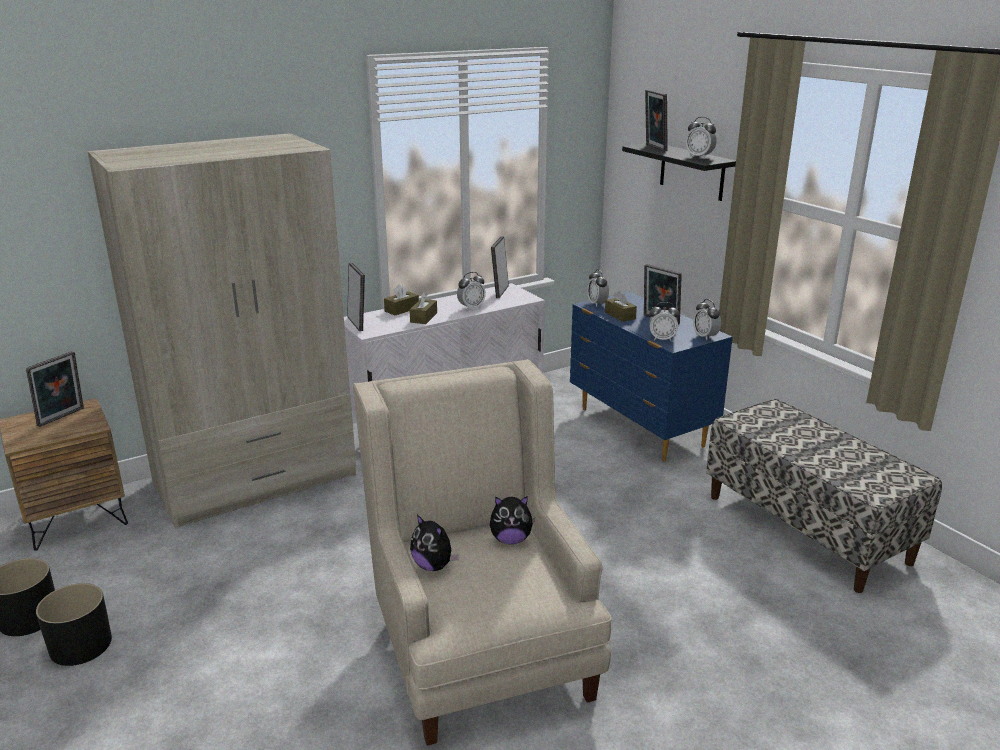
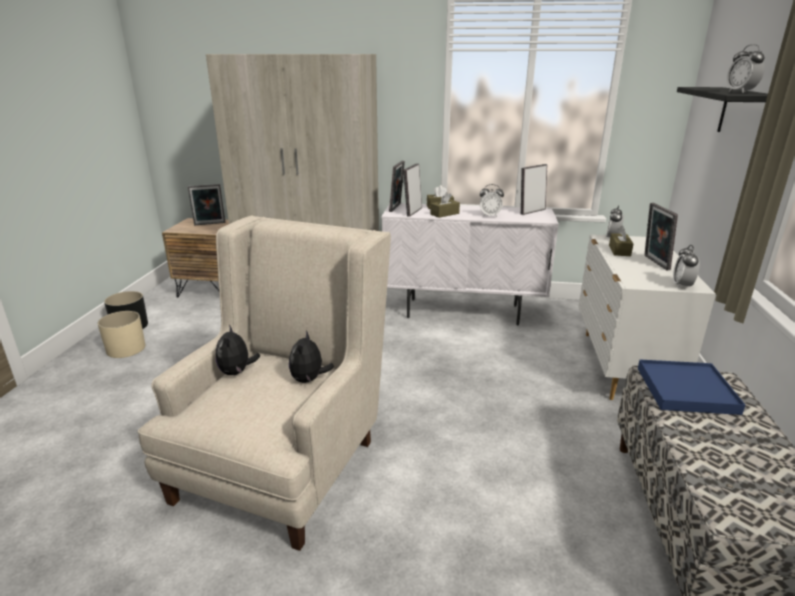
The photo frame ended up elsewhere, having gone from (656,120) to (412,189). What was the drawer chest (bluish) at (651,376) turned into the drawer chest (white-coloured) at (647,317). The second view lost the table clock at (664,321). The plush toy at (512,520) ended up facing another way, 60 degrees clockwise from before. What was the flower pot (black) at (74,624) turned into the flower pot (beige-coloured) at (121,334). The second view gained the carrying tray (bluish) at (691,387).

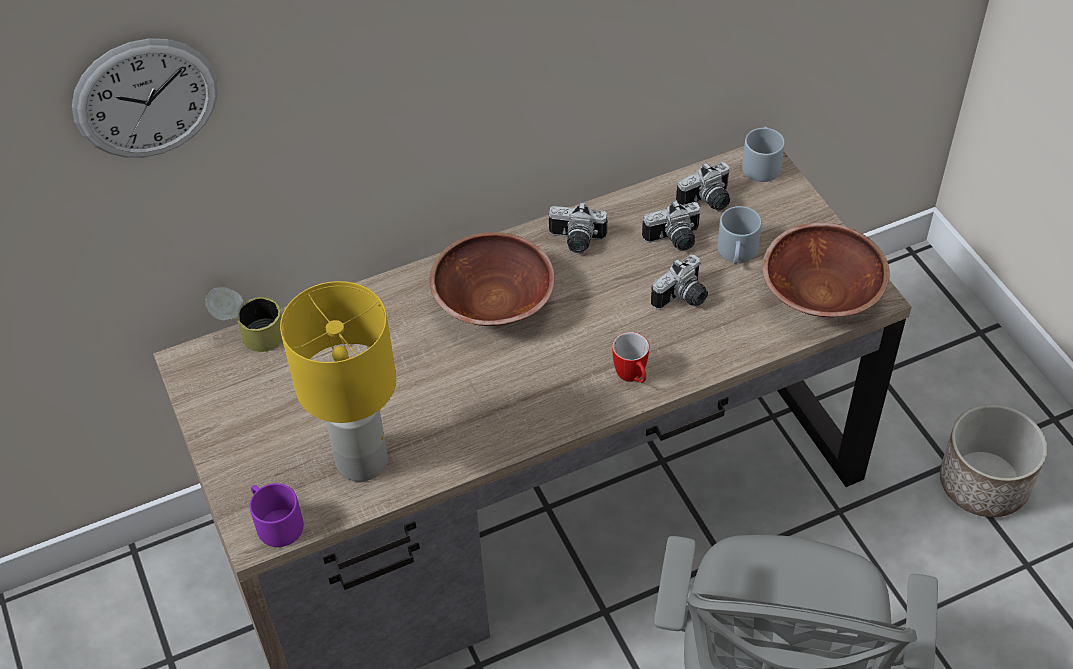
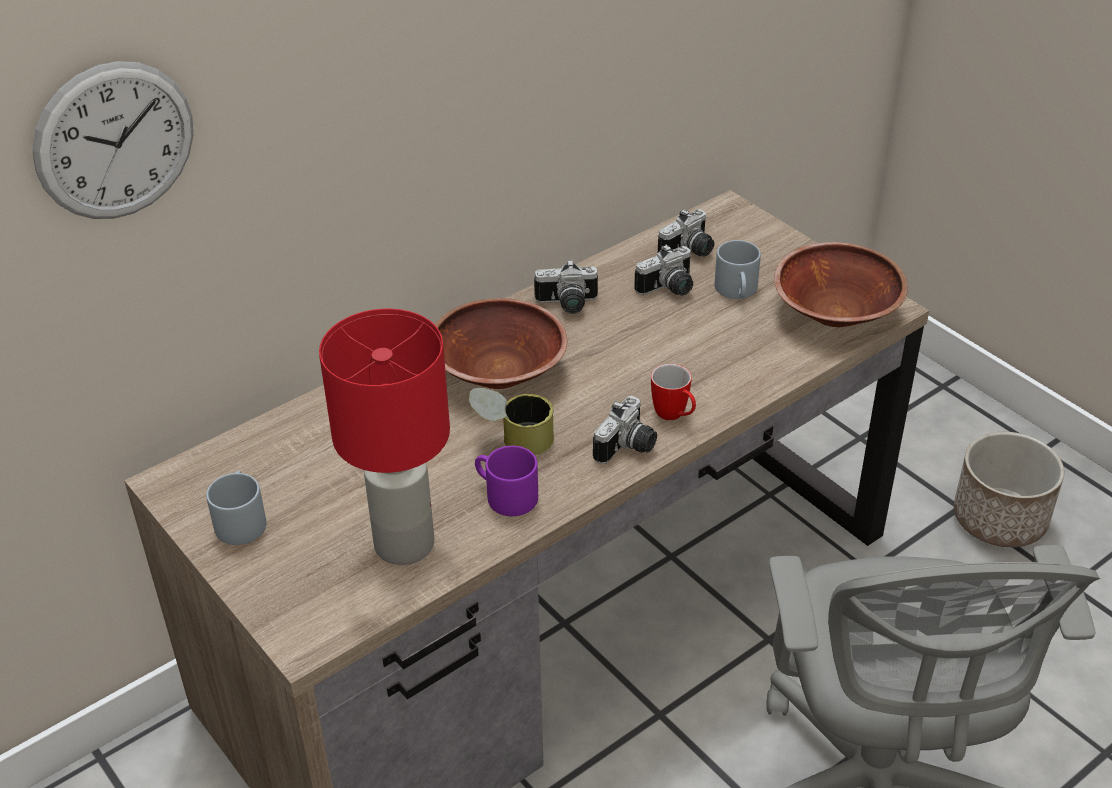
The mug (greyish) ended up elsewhere, having gone from (763,154) to (236,508). The photo camera ended up elsewhere, having gone from (679,282) to (625,430). What was the tabletop lamp (yellow-coloured) at (338,381) turned into the tabletop lamp (red) at (384,437). The metal can ended up elsewhere, having gone from (244,319) to (511,421). The mug (purple) ended up elsewhere, having gone from (277,515) to (506,481).

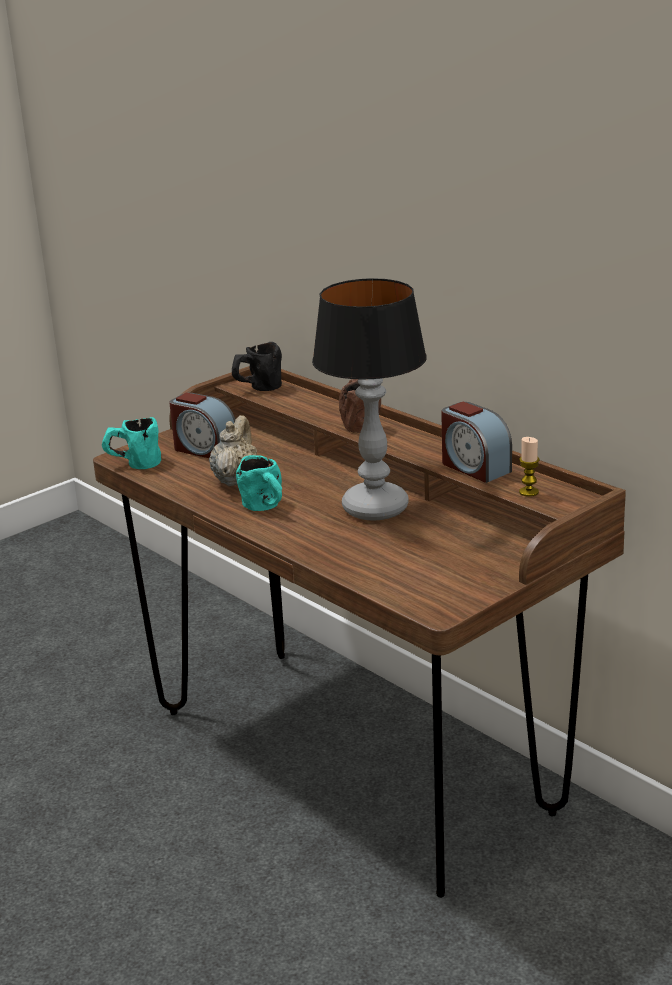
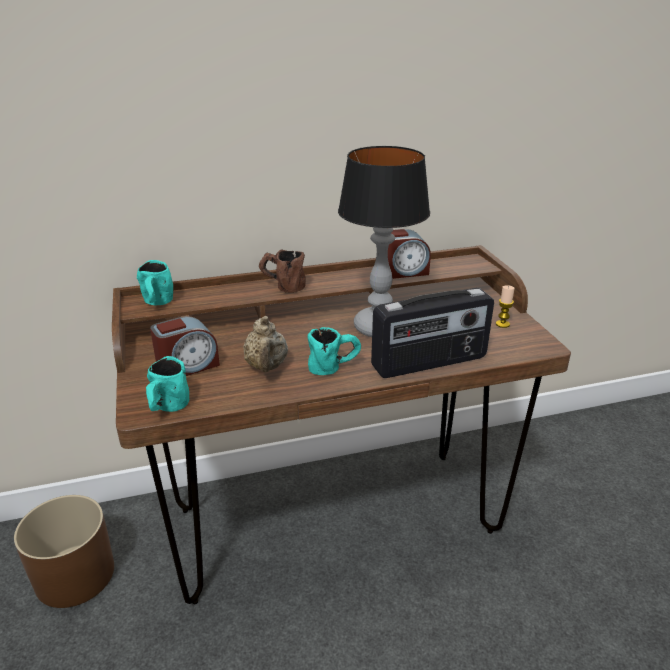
What was the mug (black) at (257,366) turned into the mug (turquoise) at (155,282). The tea pot (beige-coloured) at (233,450) ended up facing another way, 135 degrees counterclockwise from before. The candle ended up elsewhere, having gone from (529,467) to (505,306). The second view gained the radio at (432,333). The second view gained the flower pot (brown-coloured) at (64,551).

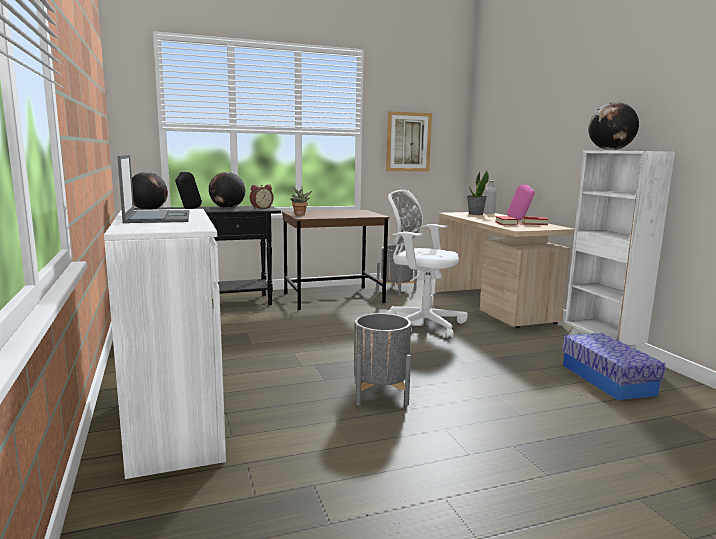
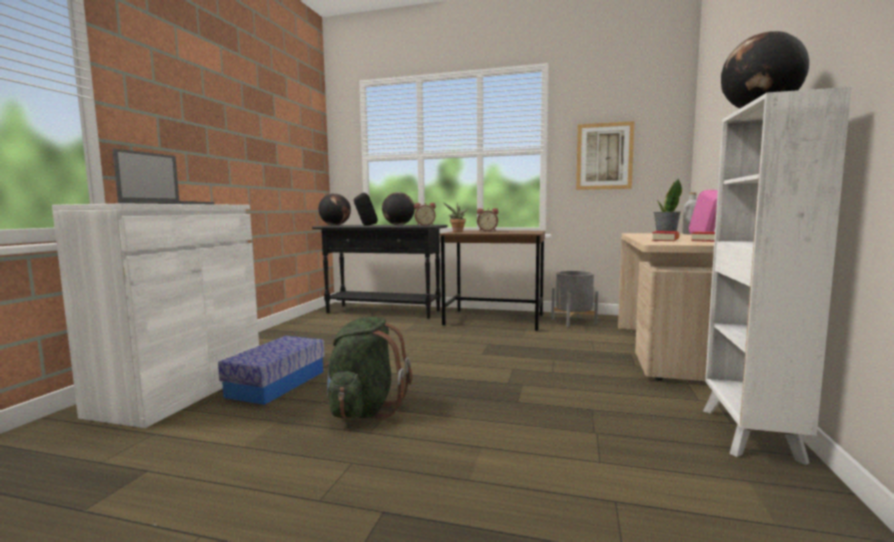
The second view lost the office chair (white-coloured) at (427,264). Where the flower pot (greyish) stood at (382,359), the knapsack (green) came to stand at (368,368). The storage container ended up elsewhere, having gone from (614,366) to (271,370). The second view gained the table clock at (487,219).

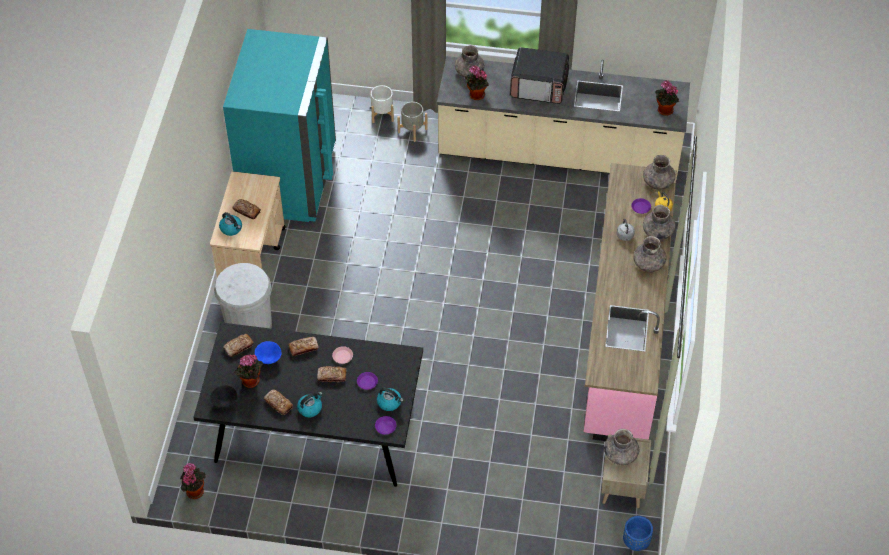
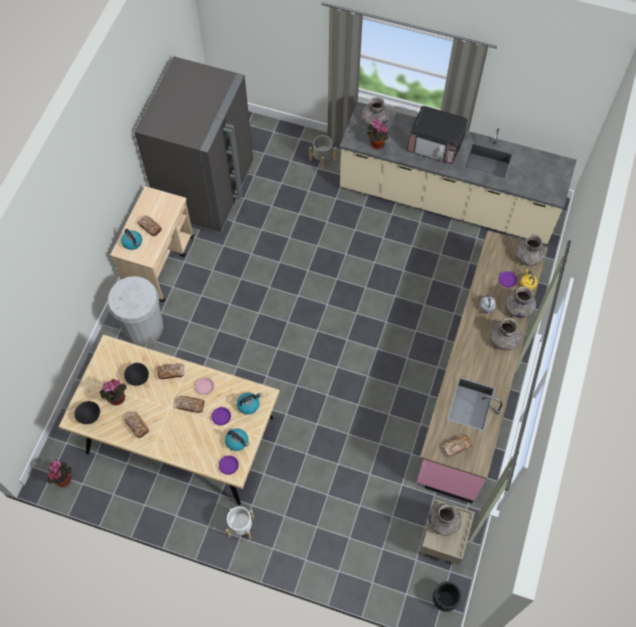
What was the refrigerator (turquoise) at (279,125) turned into the refrigerator (greyish) at (193,145). The second view lost the potted plant at (667,98). The flower pot (white-coloured) ended up elsewhere, having gone from (382,104) to (240,523). What was the kitchen table (black) at (308,404) turned into the kitchen table (beige-coloured) at (169,419). The bread ended up elsewhere, having gone from (238,345) to (457,445). What was the deep dish (bluish) at (268,352) turned into the deep dish (black) at (136,374). The tea kettle ended up elsewhere, having gone from (310,404) to (249,403). What was the flower pot (bluish) at (638,533) turned into the flower pot (black) at (447,596).

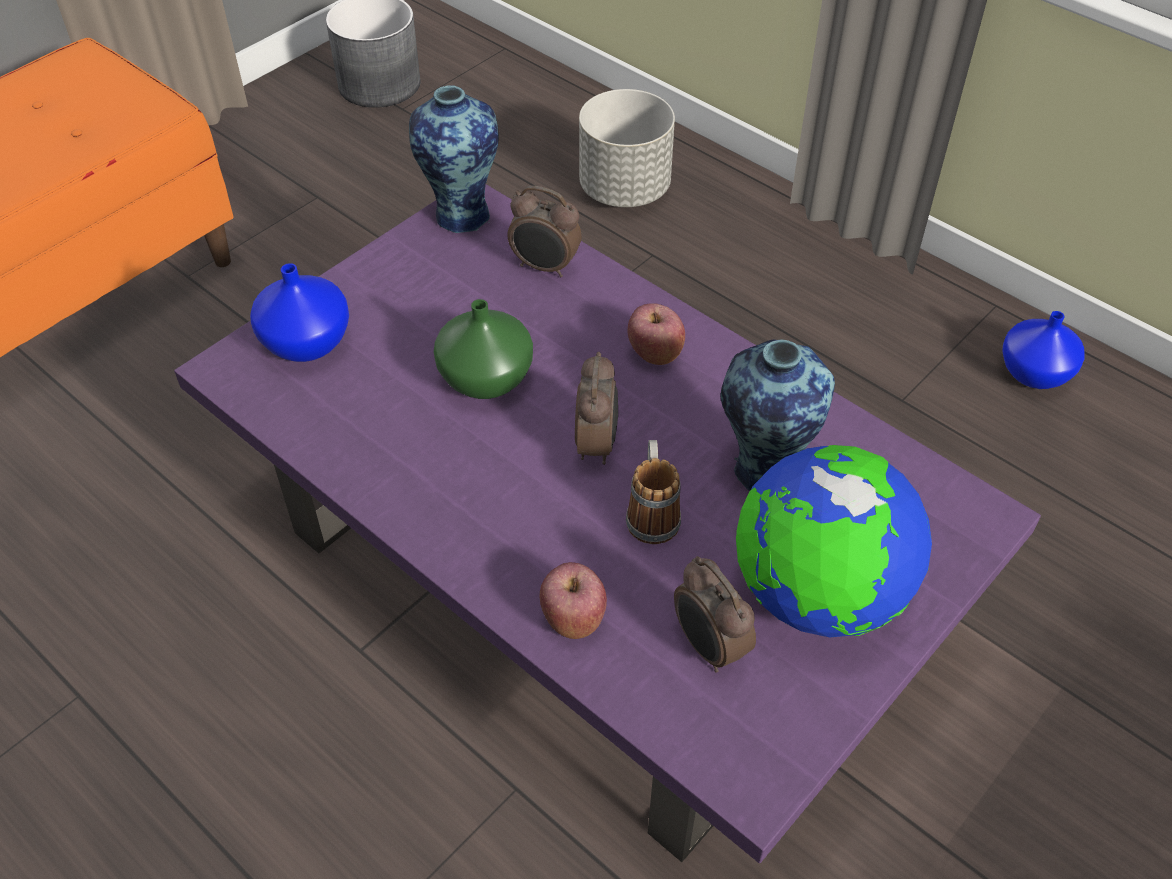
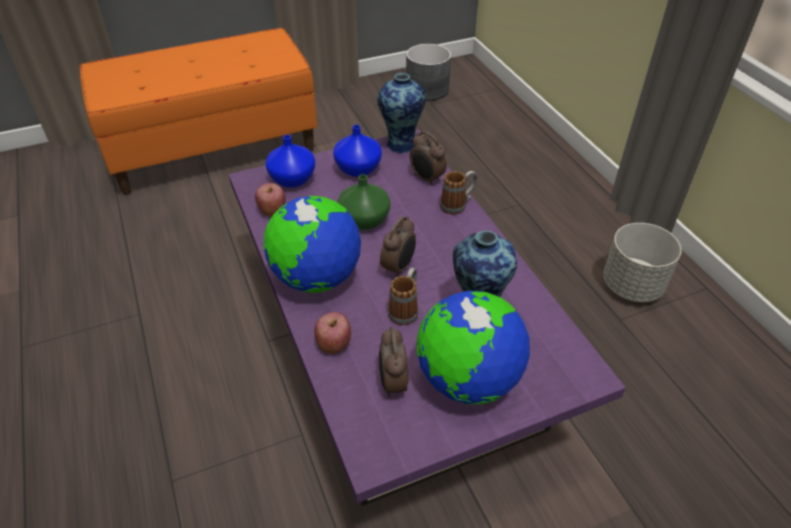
The flower pot (greyish) ended up elsewhere, having gone from (627,148) to (642,262). The apple fruit ended up elsewhere, having gone from (656,334) to (270,200). The flower vase (bluish) ended up elsewhere, having gone from (1043,350) to (357,151). The second view gained the mug at (459,192). The second view gained the globe at (312,244).

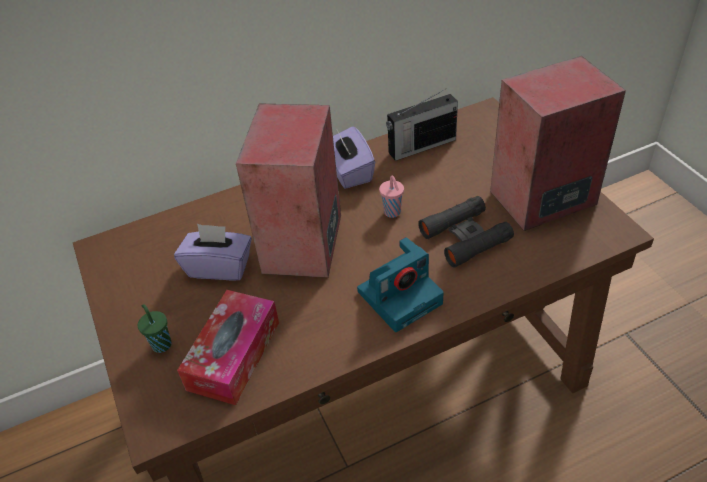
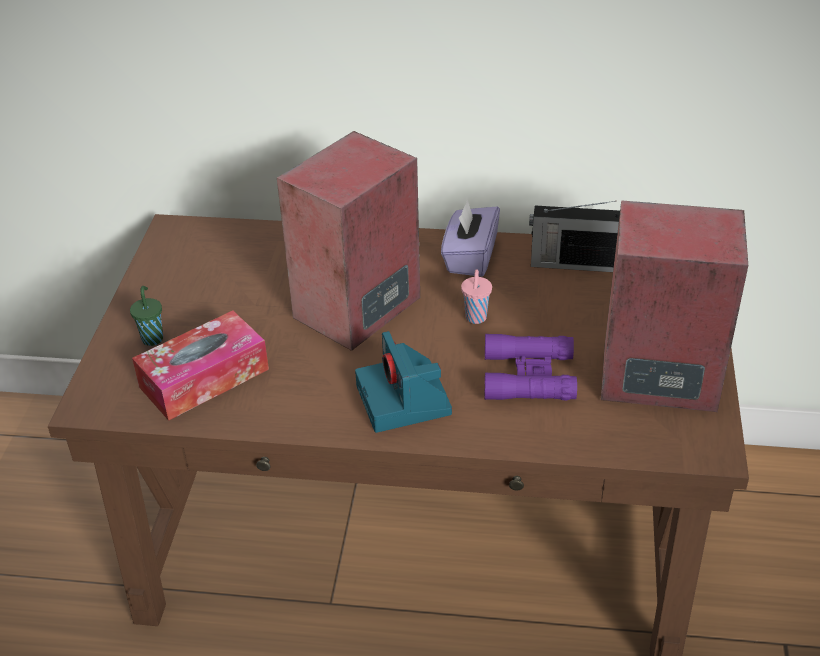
What was the binoculars (black) at (466,231) turned into the binoculars (purple) at (531,367). The second view lost the tissue holder (purple) at (213,252). The photo camera at (400,284) ended up facing another way, 75 degrees clockwise from before.

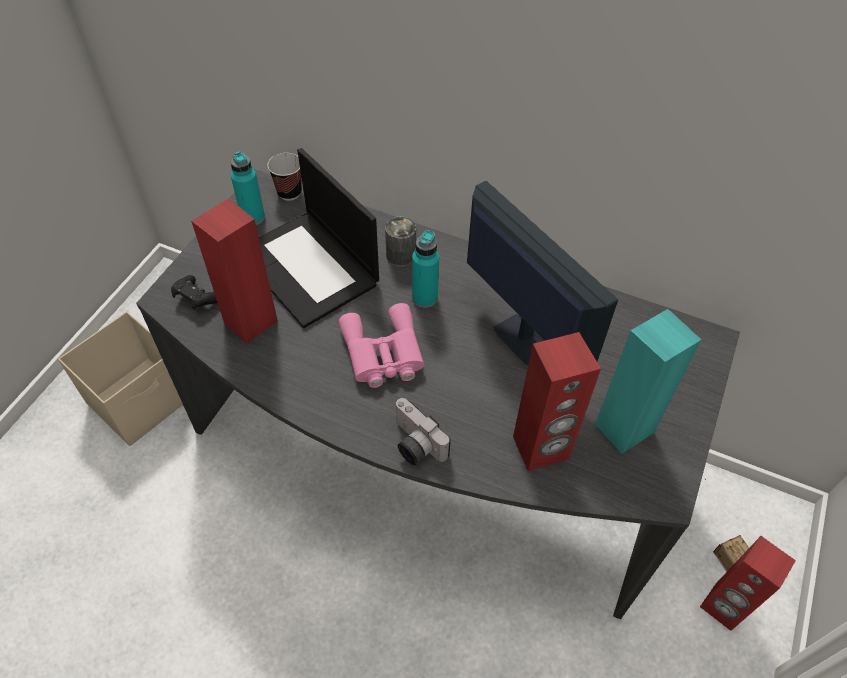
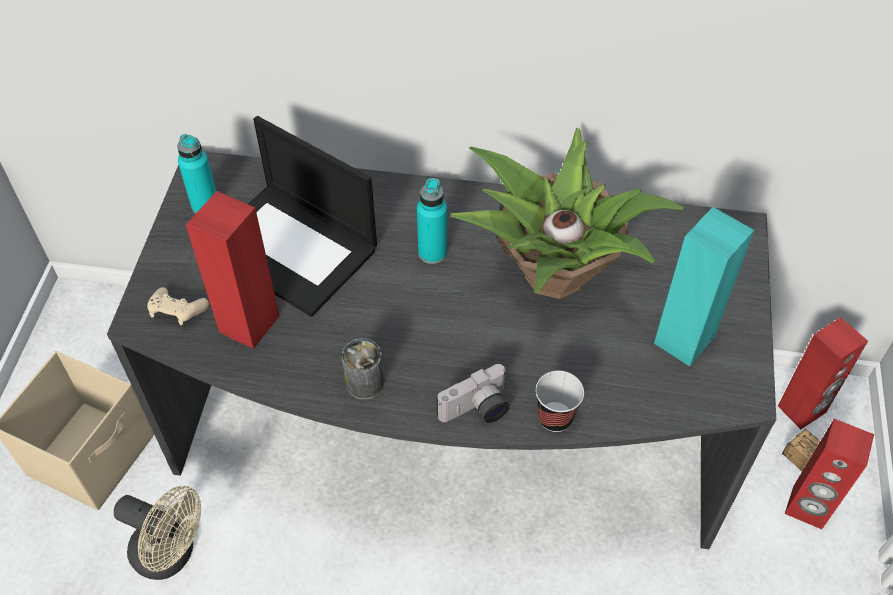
The small cup ended up elsewhere, having gone from (284,176) to (560,401). Where the monitor stood at (542,273), the potted plant came to stand at (567,213). The metal can ended up elsewhere, having gone from (400,241) to (362,369). What was the game controller (black) at (194,292) turned into the game controller (beige-coloured) at (178,306). The second view lost the binoculars (pink) at (381,345). The loudspeaker (red) ended up elsewhere, having gone from (557,401) to (823,373). The photo camera at (423,431) ended up facing another way, 60 degrees counterclockwise from before. The second view gained the cooling fan (beige-coloured) at (157,533).

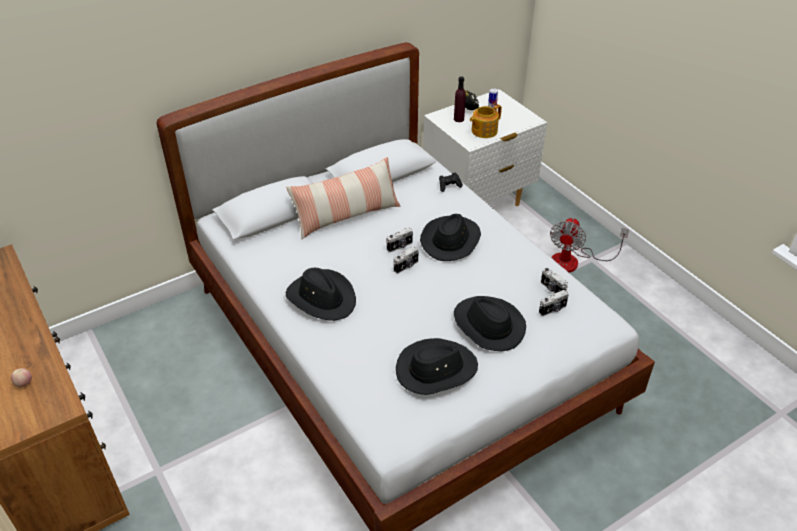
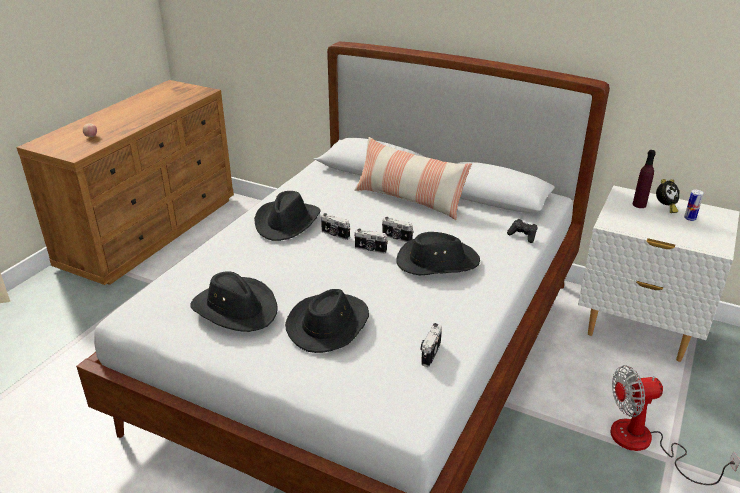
The second view lost the tea pot at (486,121). The photo camera ended up elsewhere, having gone from (554,303) to (335,226).

